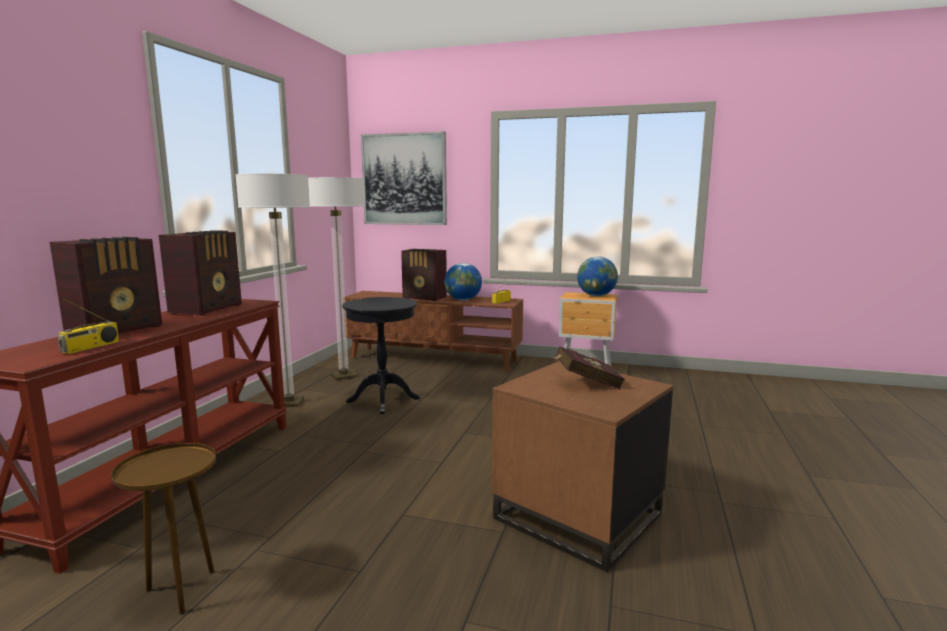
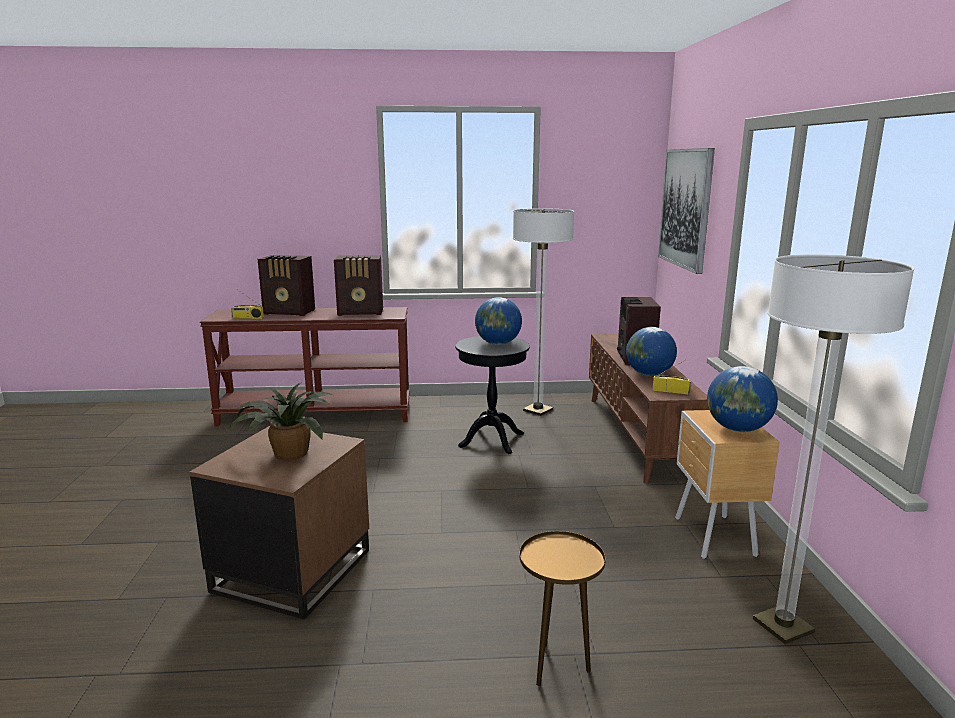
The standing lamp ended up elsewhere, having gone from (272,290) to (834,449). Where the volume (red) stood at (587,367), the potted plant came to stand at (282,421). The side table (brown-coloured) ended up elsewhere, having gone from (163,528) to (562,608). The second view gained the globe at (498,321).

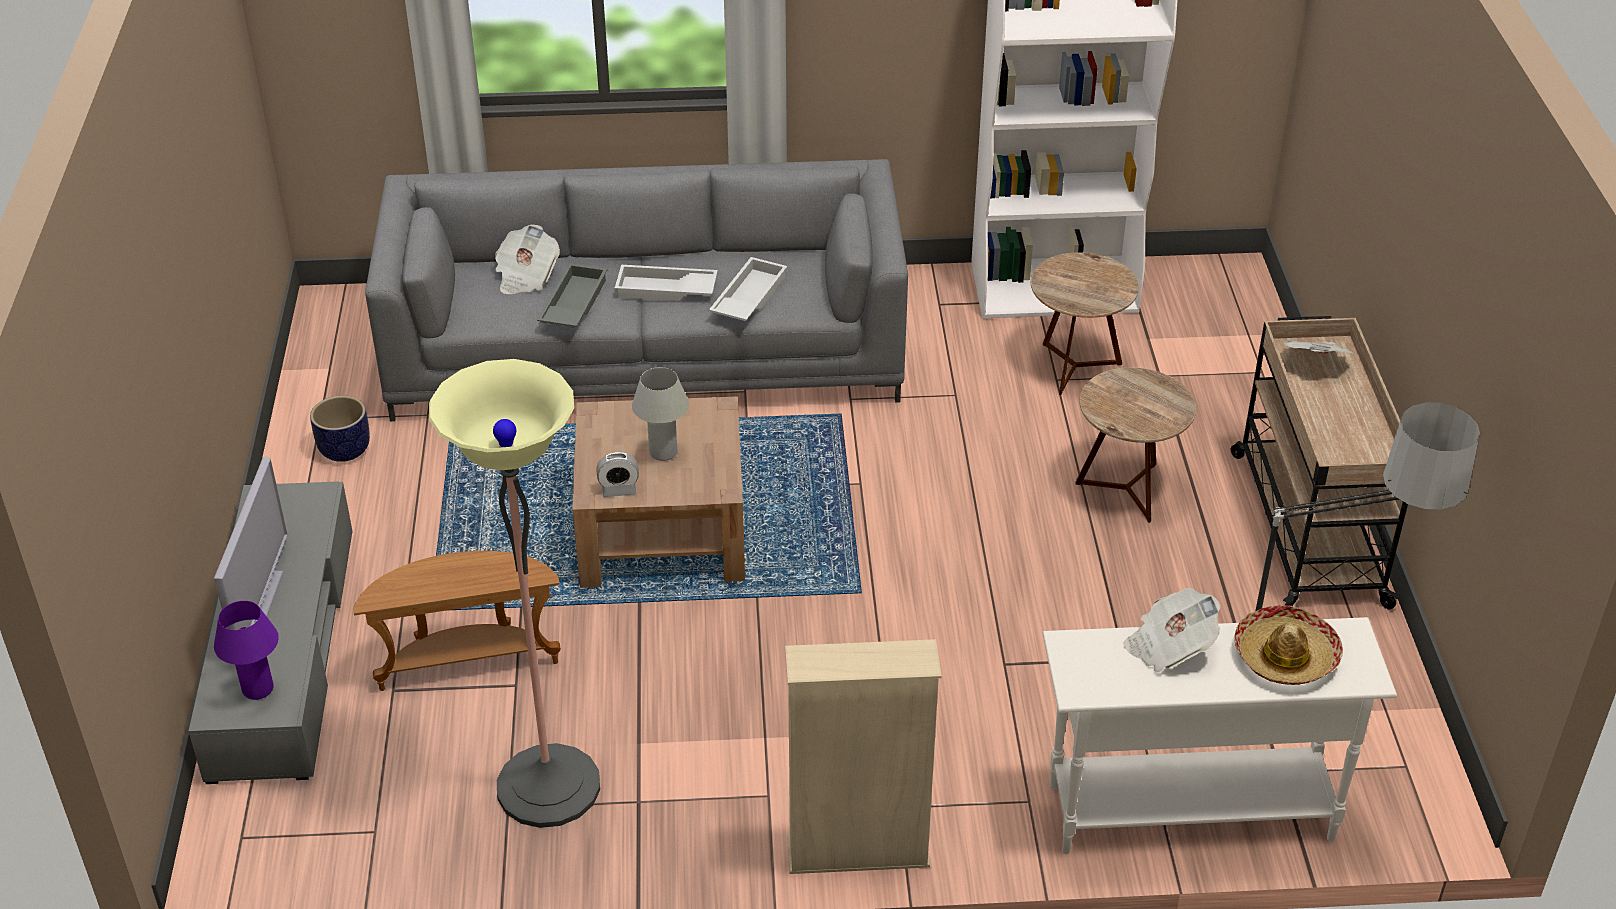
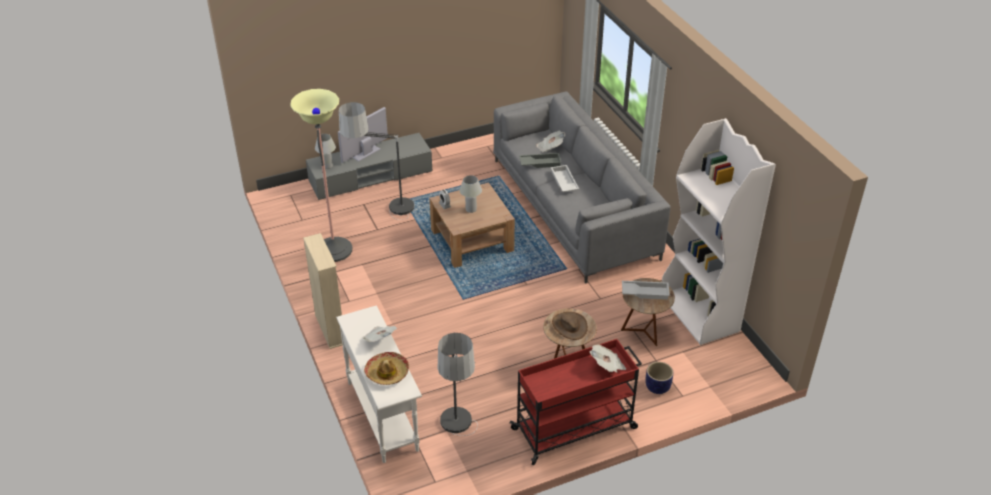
The carrying tray (white-coloured) ended up elsewhere, having gone from (748,289) to (646,290). What was the wheeled cart (beige-coloured) at (1319,462) turned into the wheeled cart (red) at (576,402). The flower pot ended up elsewhere, having gone from (340,429) to (659,378). The television at (250,543) ended up facing another way, 150 degrees clockwise from before. Where the side table (brown-coloured) stood at (457,621), the standing lamp came to stand at (377,161). What was the tabletop lamp (purple) at (246,650) turned into the tabletop lamp (white-coloured) at (325,151). The second view gained the clothing hat (brown-coloured) at (570,326).

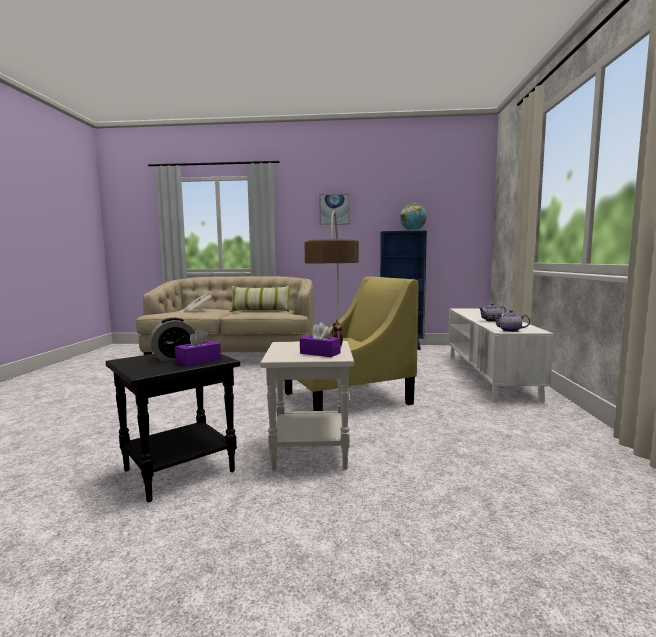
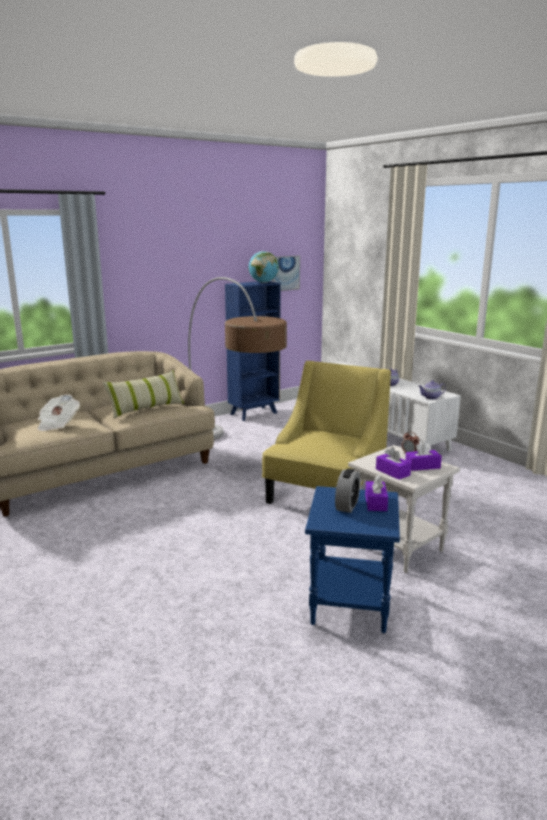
The wall art ended up elsewhere, having gone from (334,209) to (286,273). What was the side table (black) at (173,428) turned into the side table (bluish) at (352,559). The second view gained the tissue holder (purple) at (393,463).

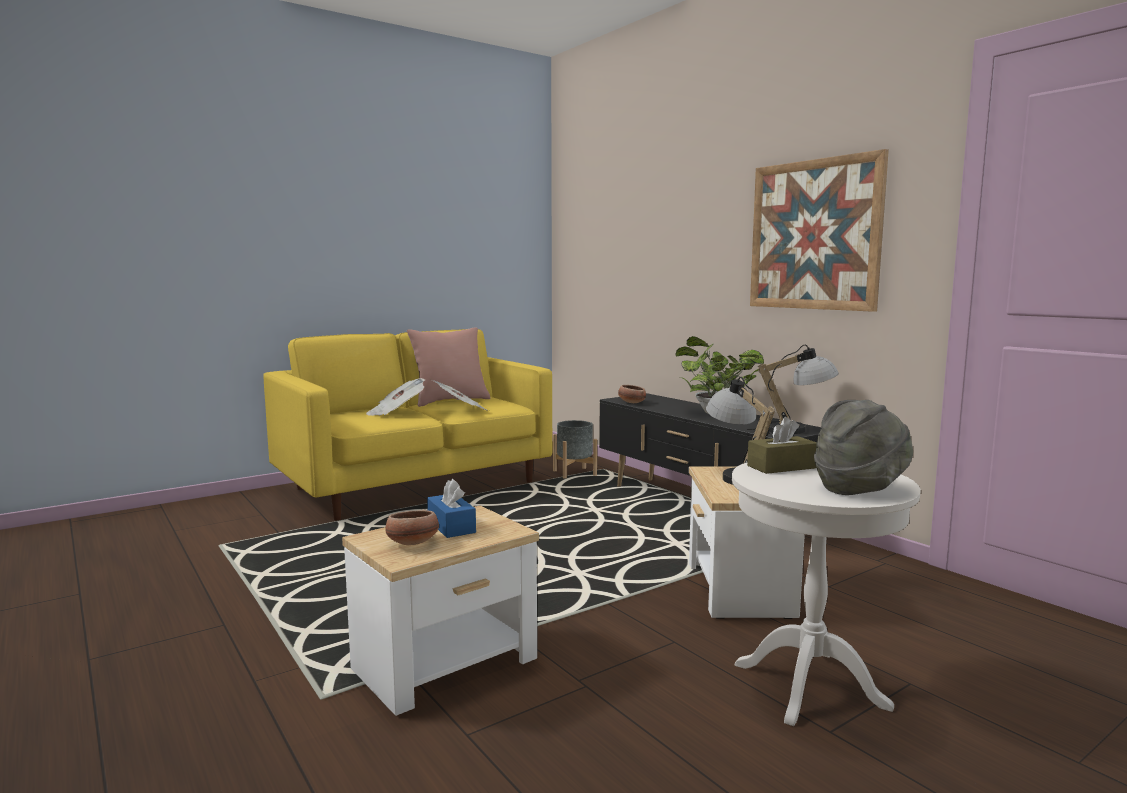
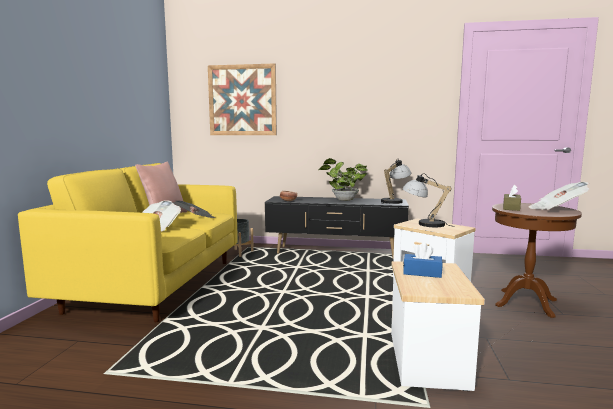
The wall art ended up elsewhere, having gone from (819,230) to (242,99). Where the clothing hat (greyish) stood at (863,447), the newspaper came to stand at (559,196). What was the side table (white-coloured) at (826,594) turned into the side table (brown-coloured) at (537,260). The second view lost the deep dish at (412,527).

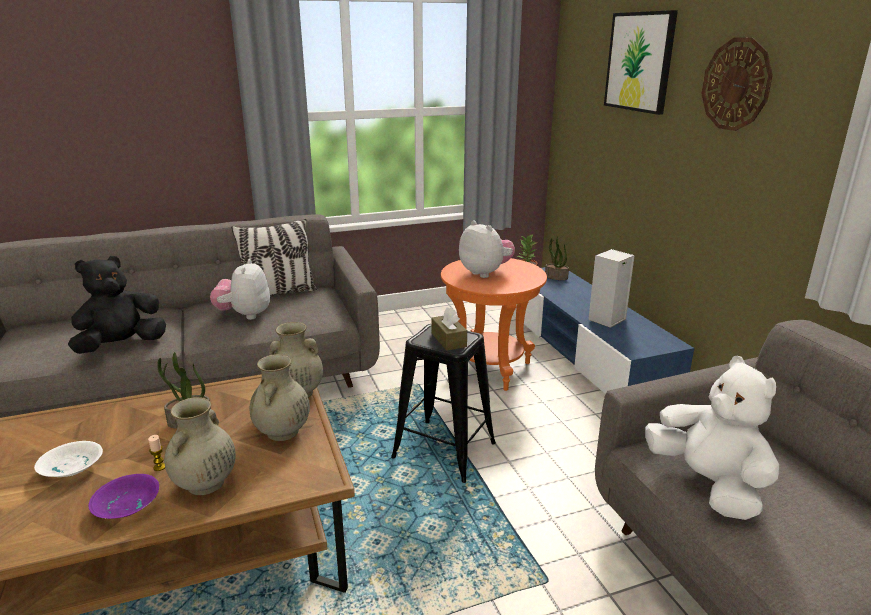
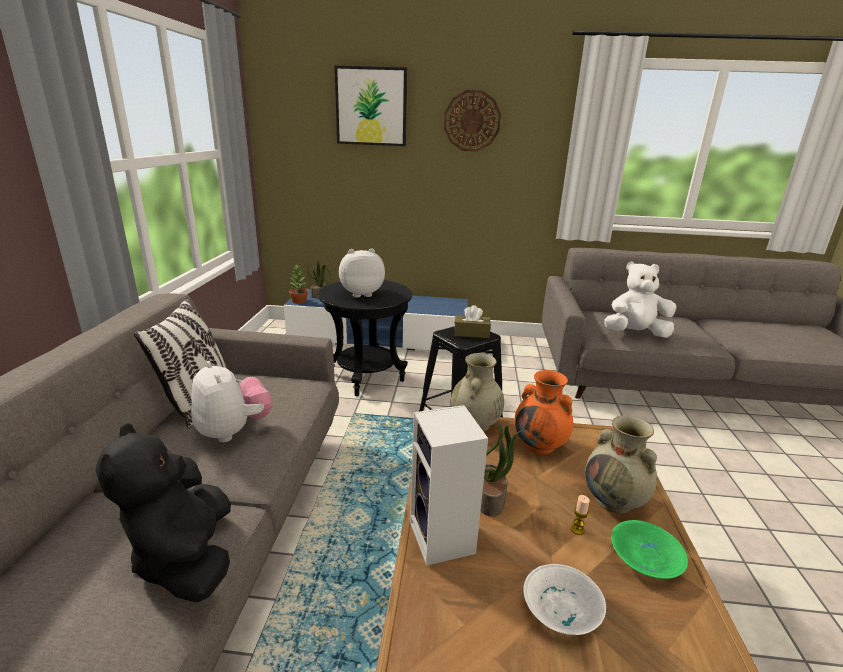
The loudspeaker ended up elsewhere, having gone from (611,288) to (449,485). What was the side table (orange) at (494,324) turned into the side table (black) at (365,338). The plush toy at (240,289) ended up facing another way, 150 degrees counterclockwise from before. What was the flower vase (beige-coloured) at (279,397) turned into the flower vase (orange) at (543,412). What was the deep dish (purple) at (123,496) turned into the deep dish (green) at (649,549).

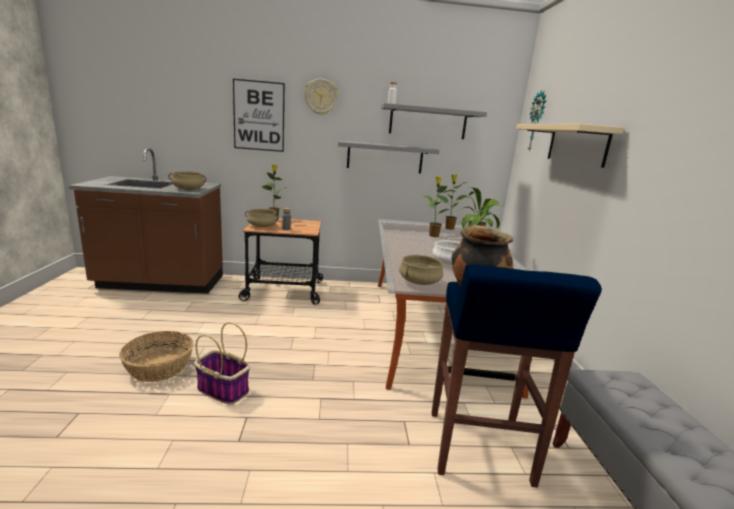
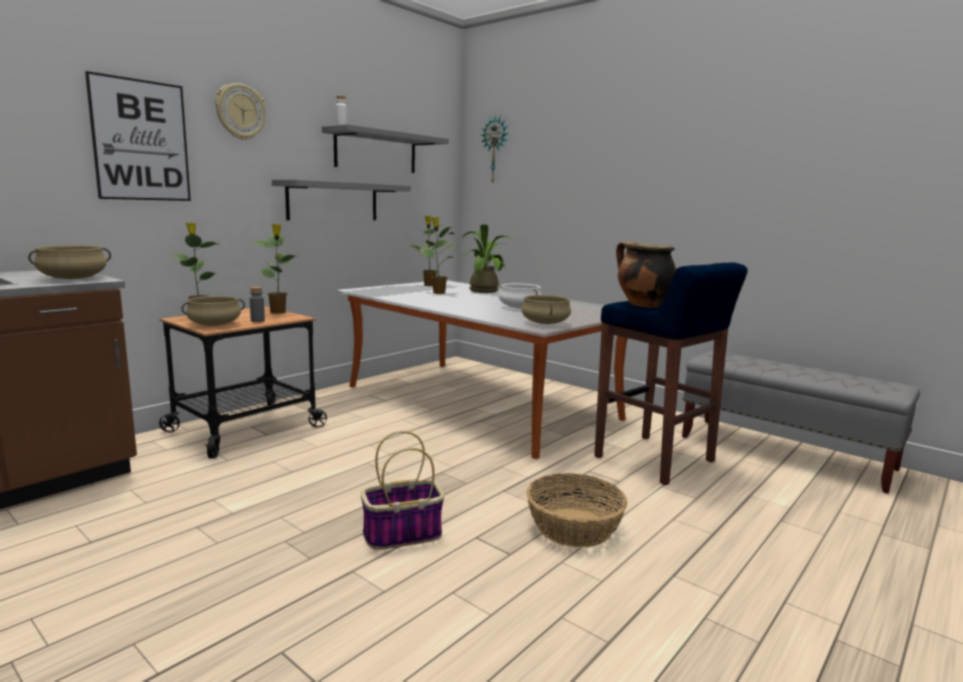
The second view lost the bracket shelf (beige-coloured) at (570,146). The household basket ended up elsewhere, having gone from (156,356) to (576,510). The second view gained the potted plant at (275,269).

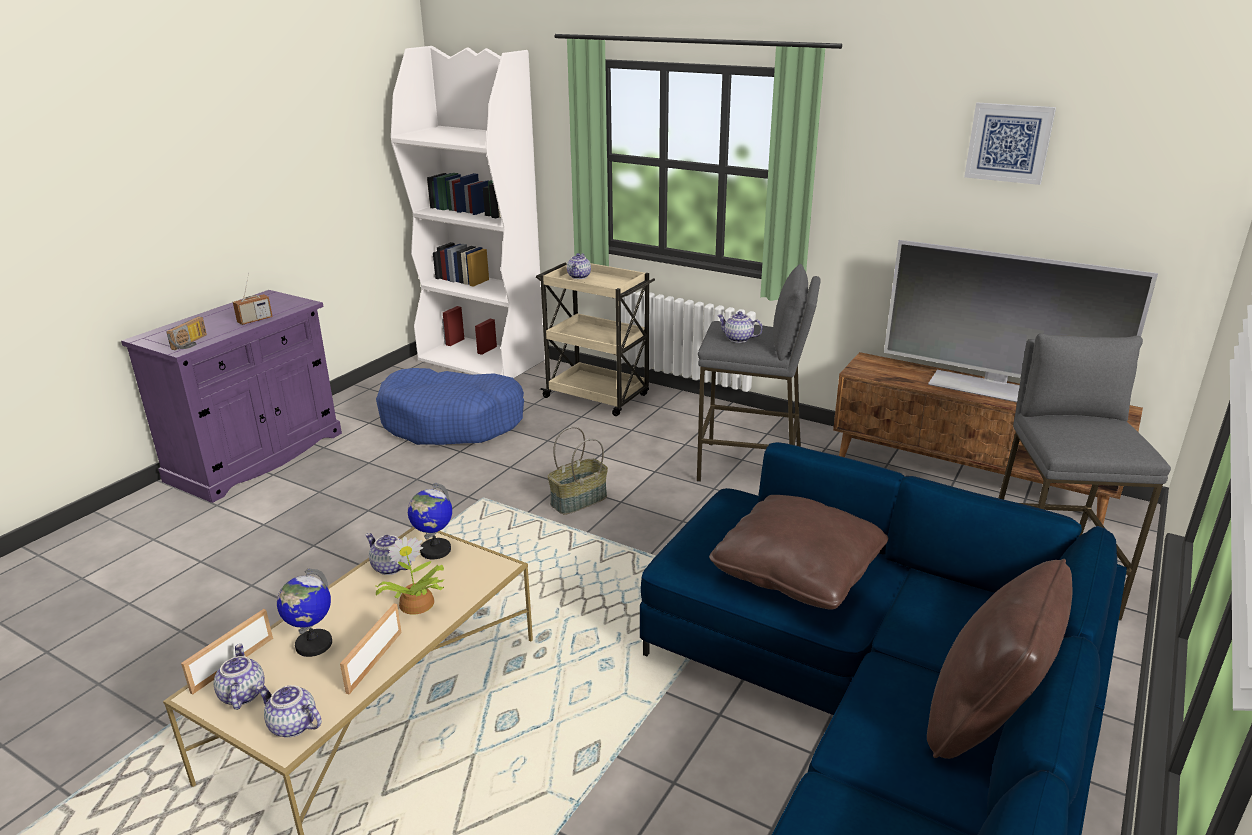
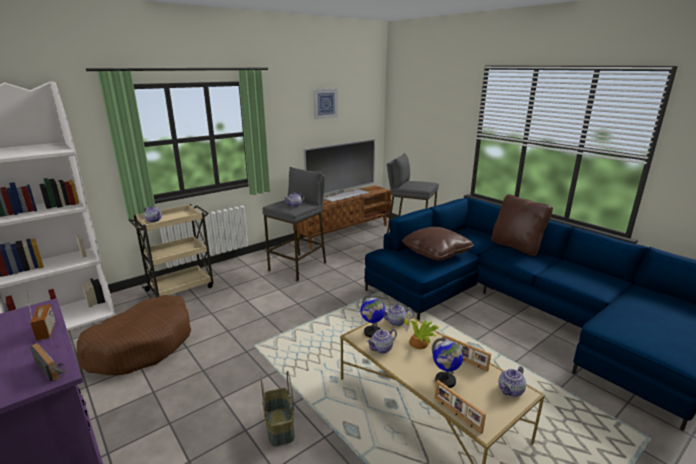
What was the dog bed (bluish) at (450,406) turned into the dog bed (brown-coloured) at (134,335). The household basket ended up elsewhere, having gone from (577,471) to (277,409). The tea pot ended up elsewhere, having gone from (239,677) to (399,315).

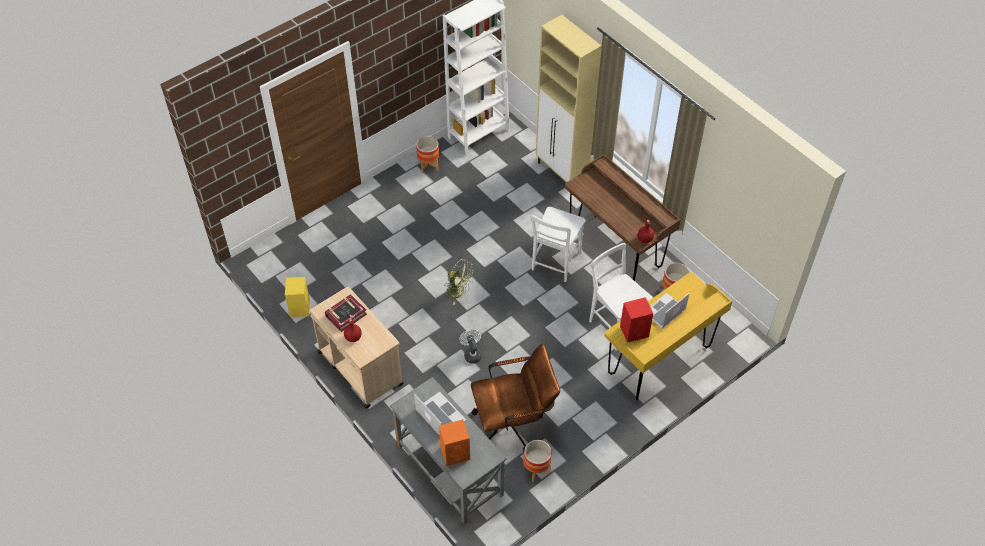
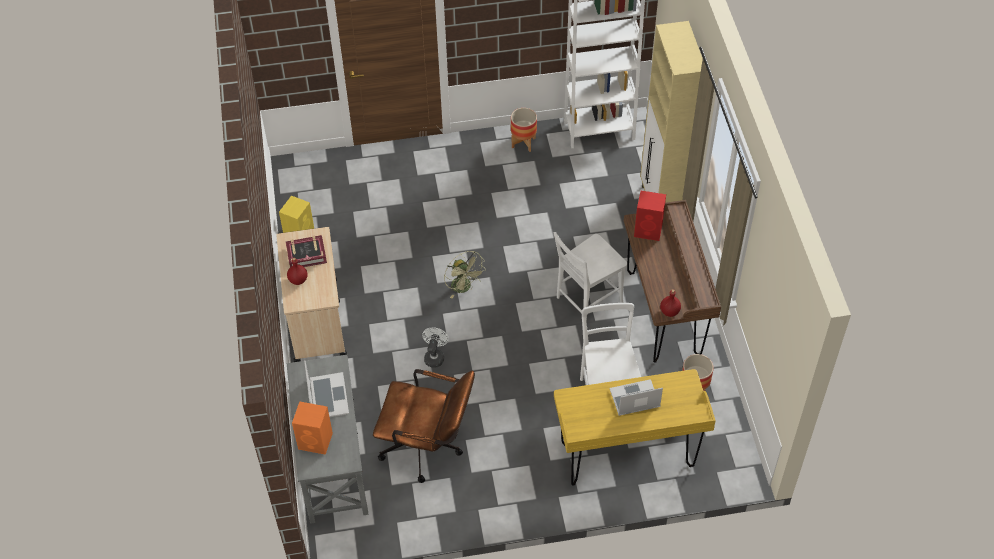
The loudspeaker (red) ended up elsewhere, having gone from (636,320) to (650,216). The second view lost the flower pot at (537,461).

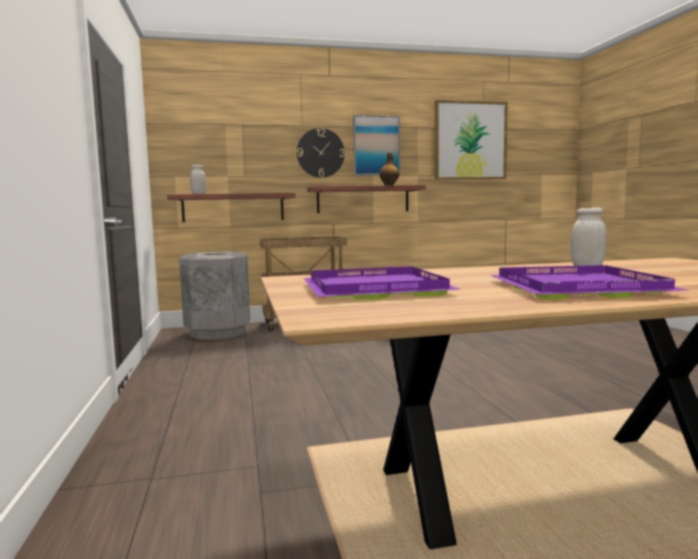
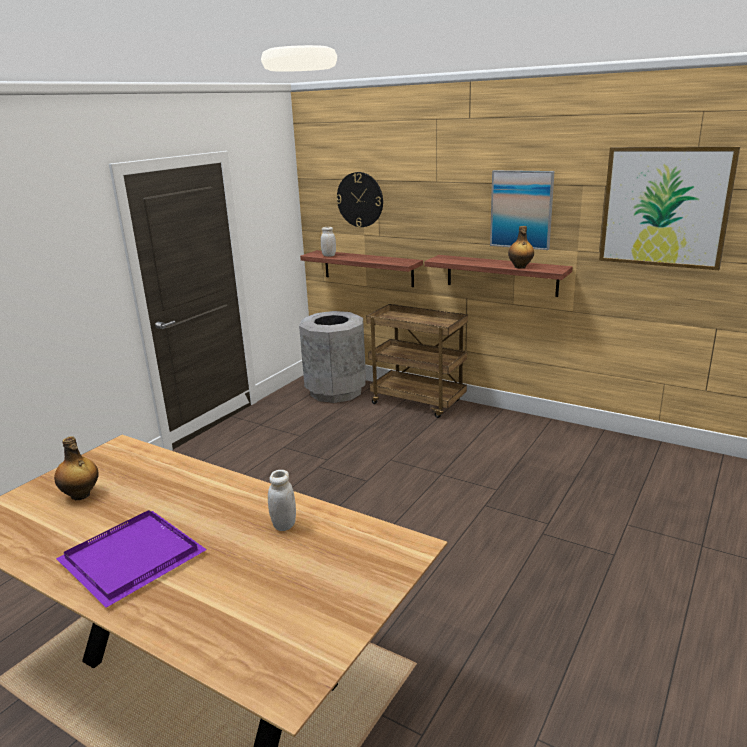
The hanging clock ended up elsewhere, having gone from (321,153) to (359,199). Where the carrying tray (purple) stood at (382,282), the beverage bottle came to stand at (76,468).

